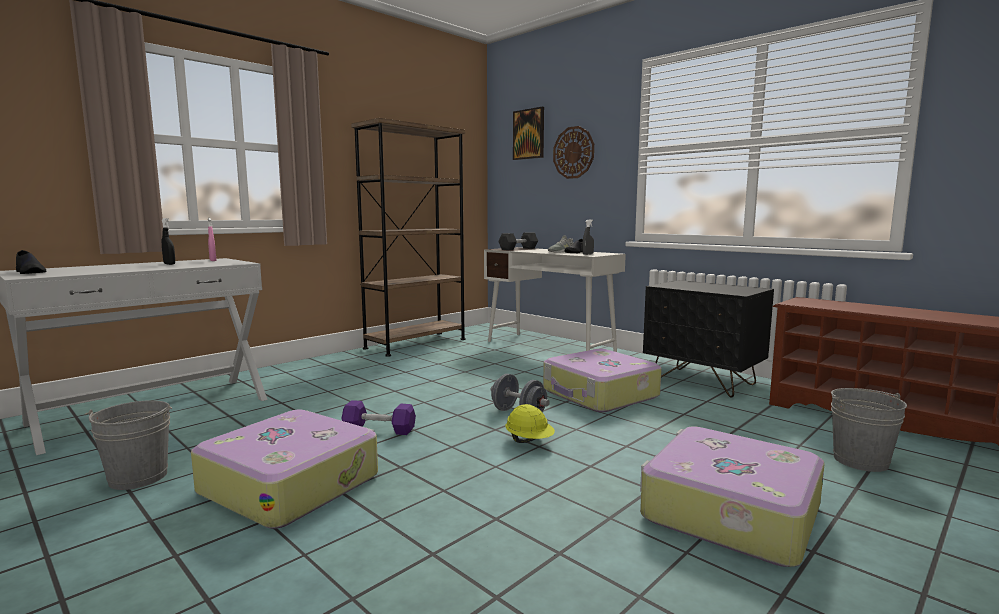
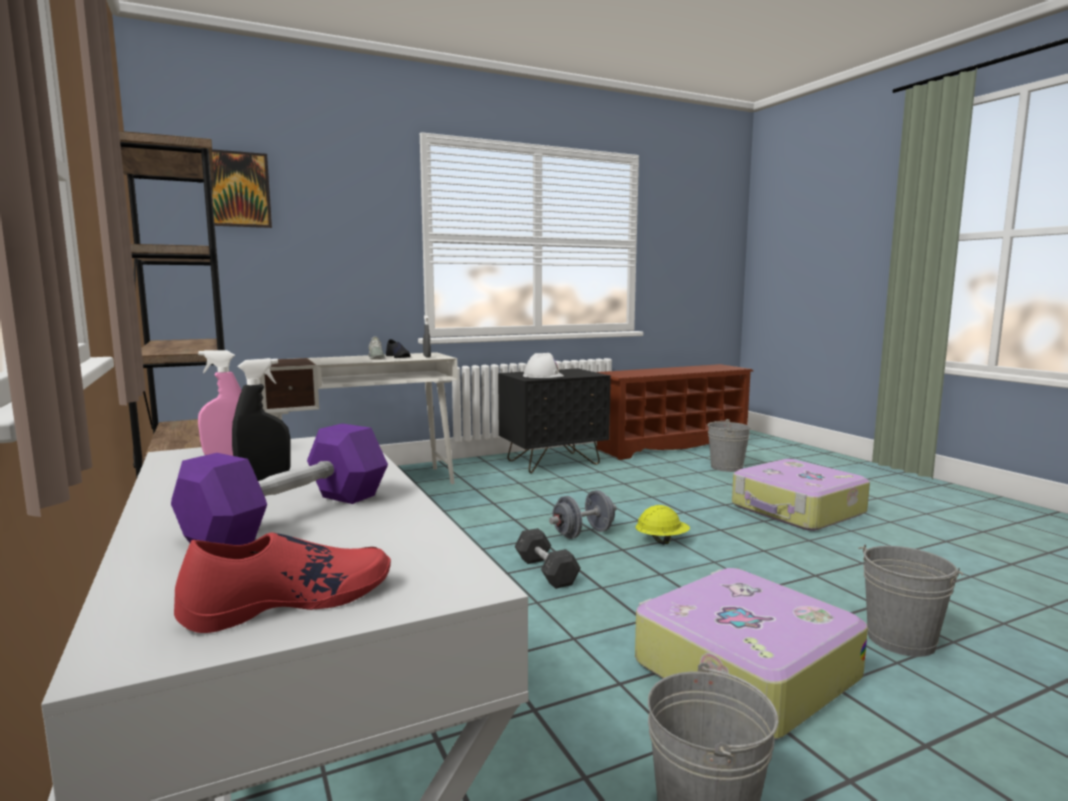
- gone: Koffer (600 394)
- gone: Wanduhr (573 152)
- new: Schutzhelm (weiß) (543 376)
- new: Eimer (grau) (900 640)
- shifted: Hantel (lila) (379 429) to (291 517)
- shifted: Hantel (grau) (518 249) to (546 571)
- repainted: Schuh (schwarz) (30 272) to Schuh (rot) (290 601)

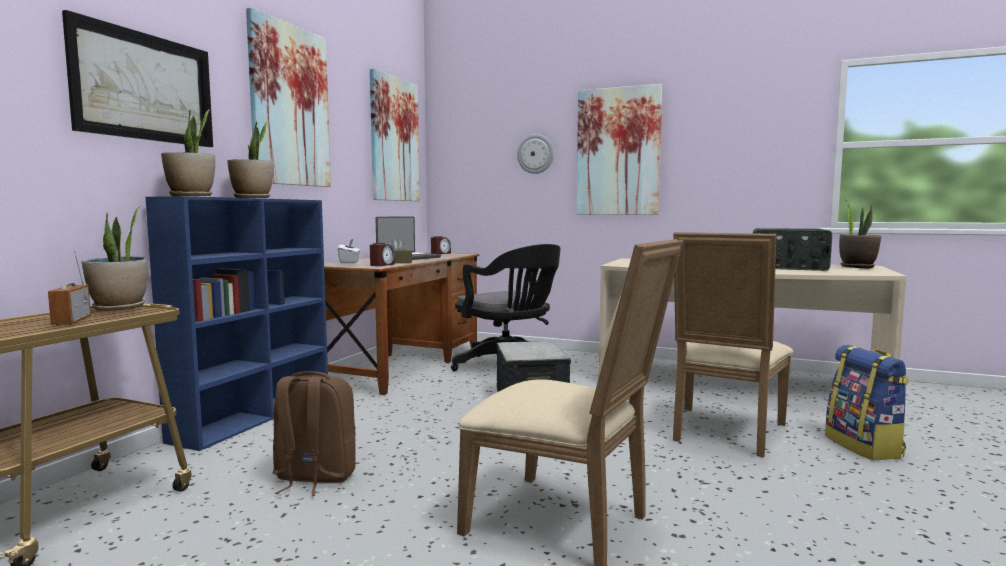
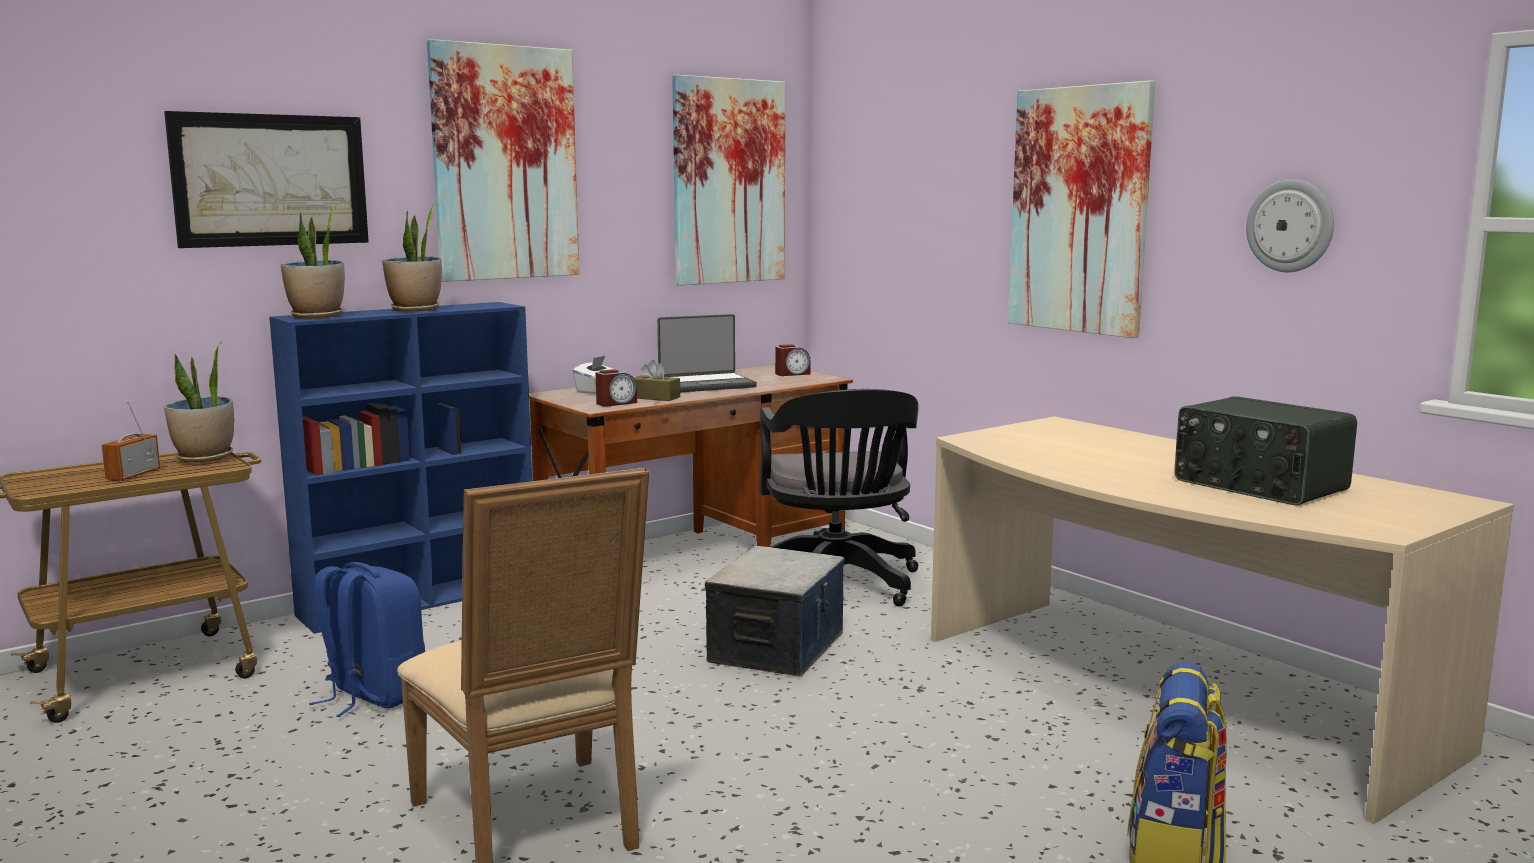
- gone: Stuhl (beige) (724 433)
- gone: Topfpflanze (857 267)
- shifted: Wanduhr (535 154) to (1290 226)
- repainted: Rucksack (braun) (314 478) to Rucksack (blau) (372 695)

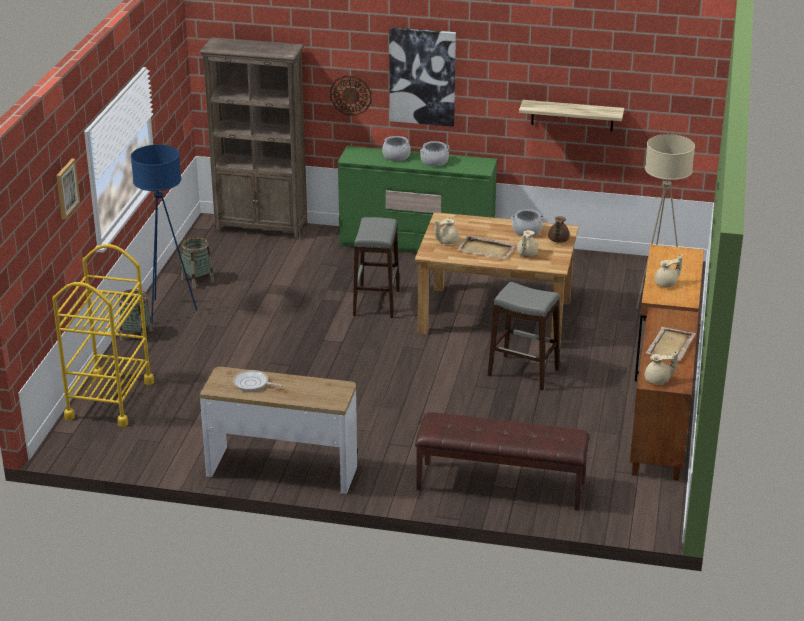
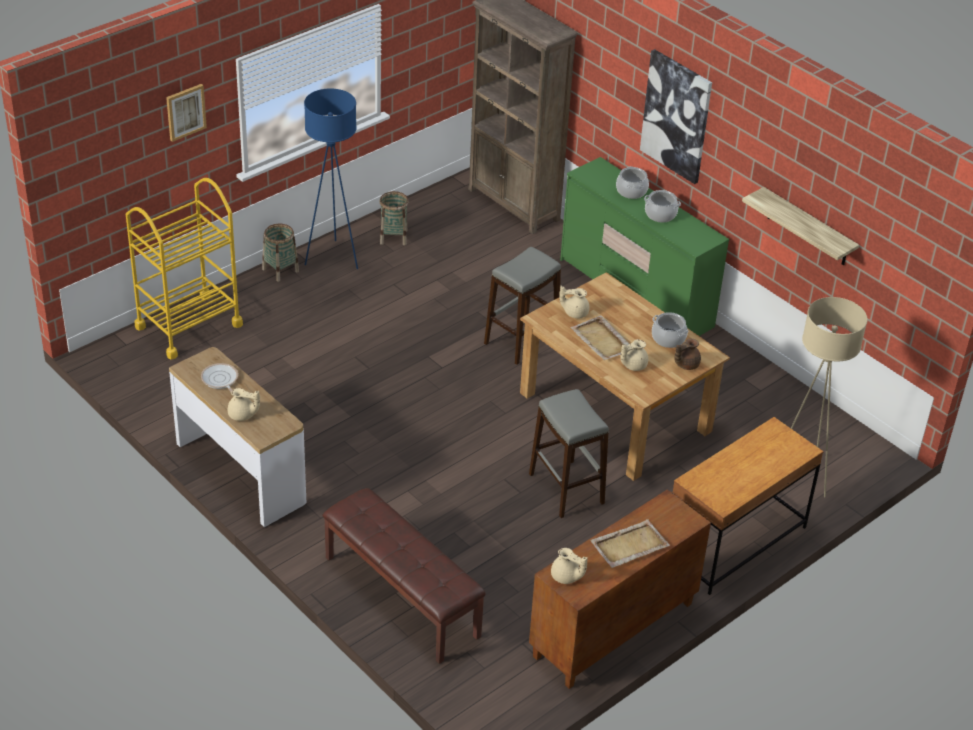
- gone: Wanduhr (351 95)
- shifted: Teekanne (beige) (666 284) to (242 415)

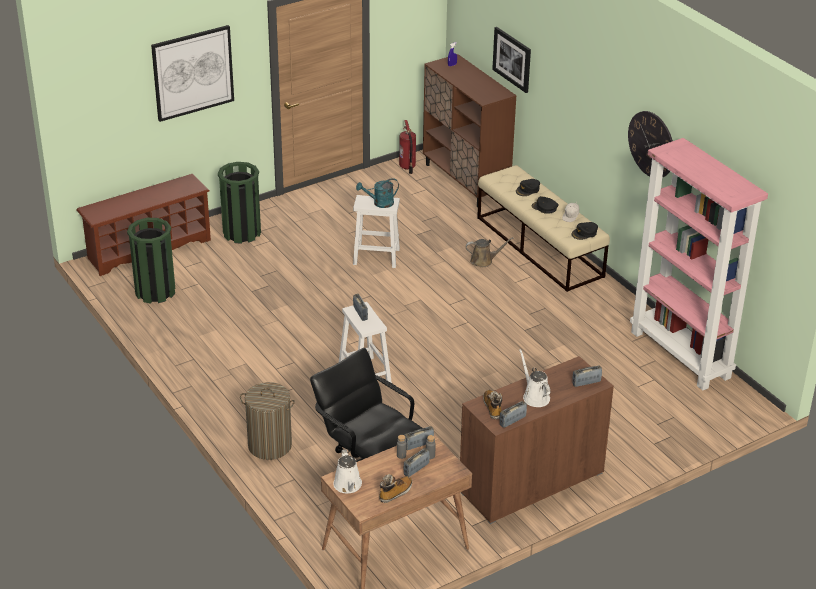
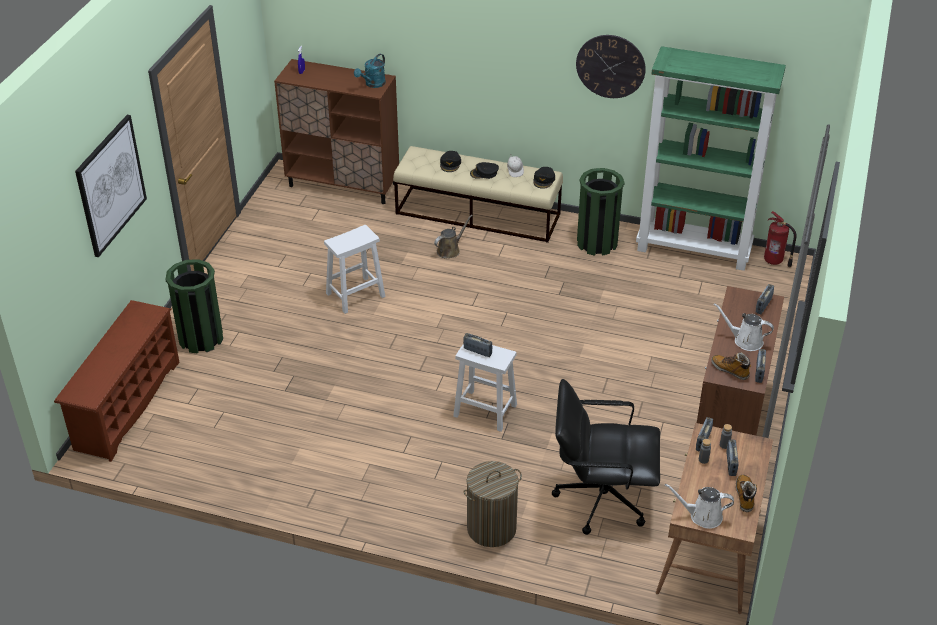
- gone: Bild (512 59)
- shifted: Mülleimer (grün) (155 291) to (597 243)
- shifted: Gießkanne (türkis) (379 203) to (373 84)
- shifted: Feuerlöscher (407 167) to (774 261)
- repainted: Bücherregal (rosa) (681 355) to Bücherregal (grün) (694 249)
- rotated: Gießkanne (weiß) (348 486) = (702 516) 150 degrees clockwise

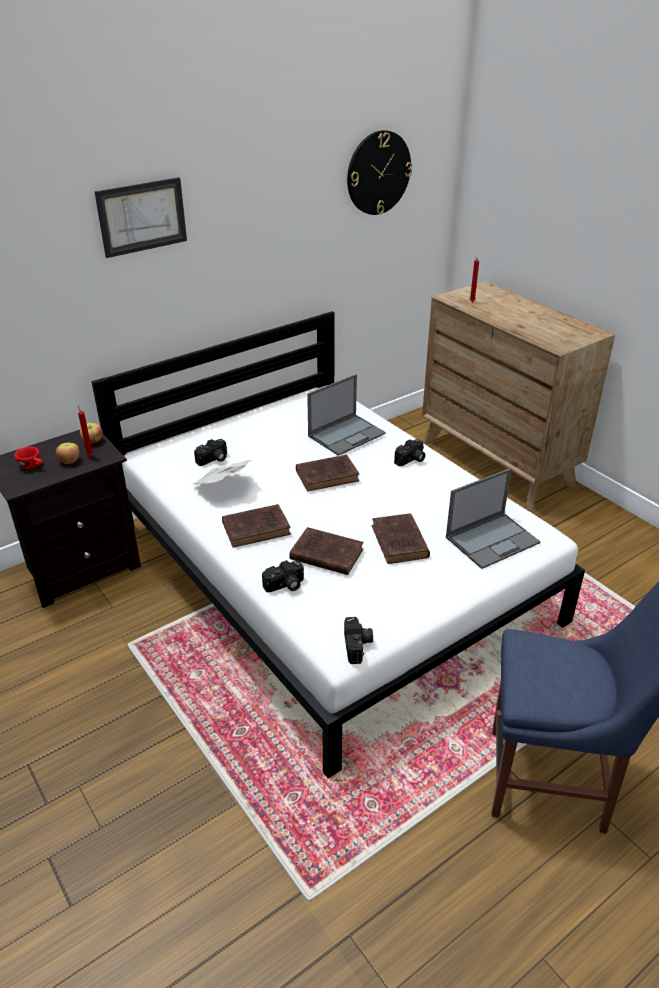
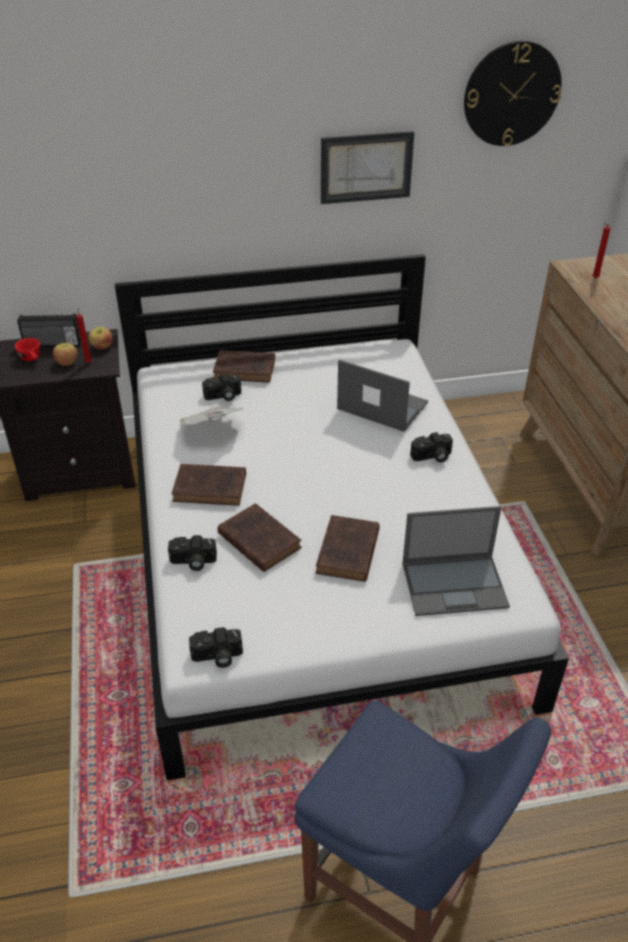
- new: Radio (52 344)
- shifted: Bild (142 217) to (366 167)
- shifted: Buch (braun) (328 476) to (246 370)
- rotated: Laptop (347 434) = (381 405) 135 degrees counterclockwise
- rotated: Kamera (358 646) = (217 657) 60 degrees clockwise

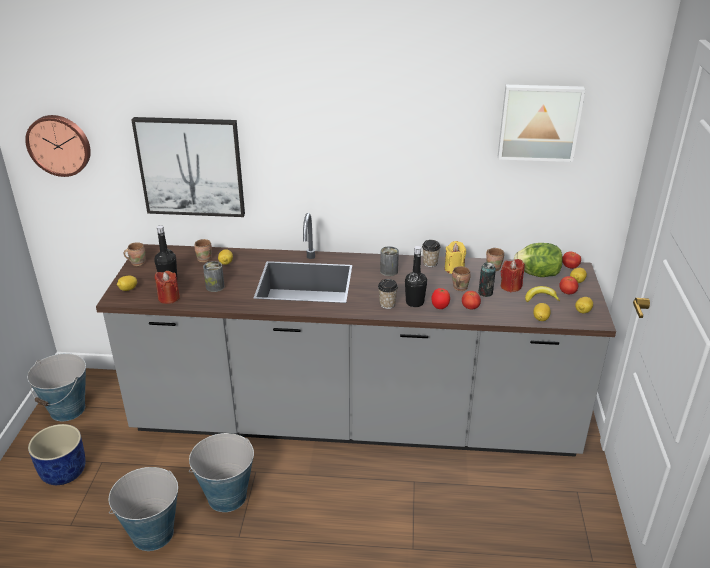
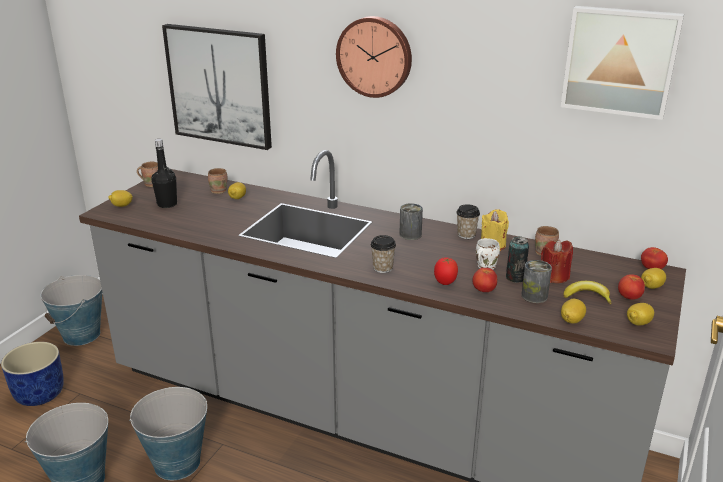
- gone: Kerze (rot) (169 298)
- gone: Flasche (schwarz) (414 302)
- gone: Salatkopf (537 274)
- shifted: Wanduhr (59 145) to (375 56)
- shifted: Dose (215 287) to (534 296)
- repainted: Henkelbecher (braun) (459 288) to Henkelbecher (weiß) (484 266)

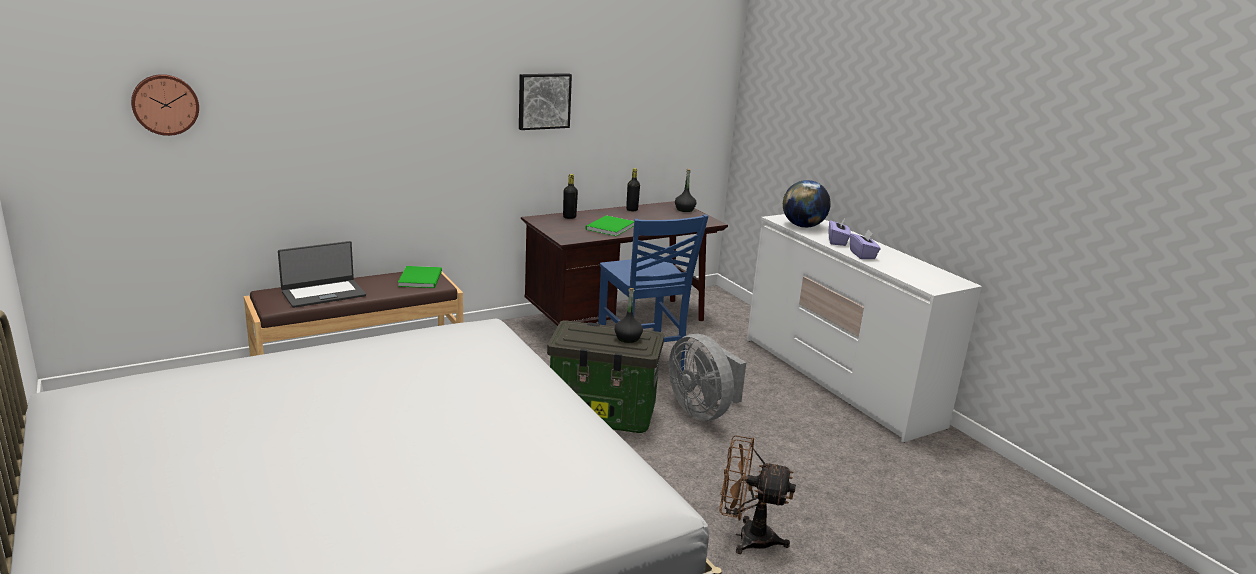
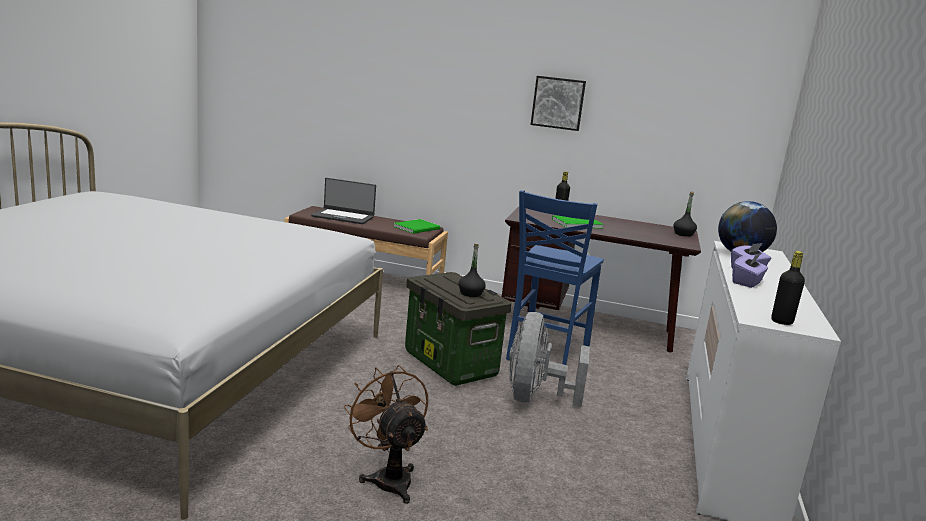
- gone: Wanduhr (165 104)
- shifted: Flasche (schwarz) (632 210) to (782 321)

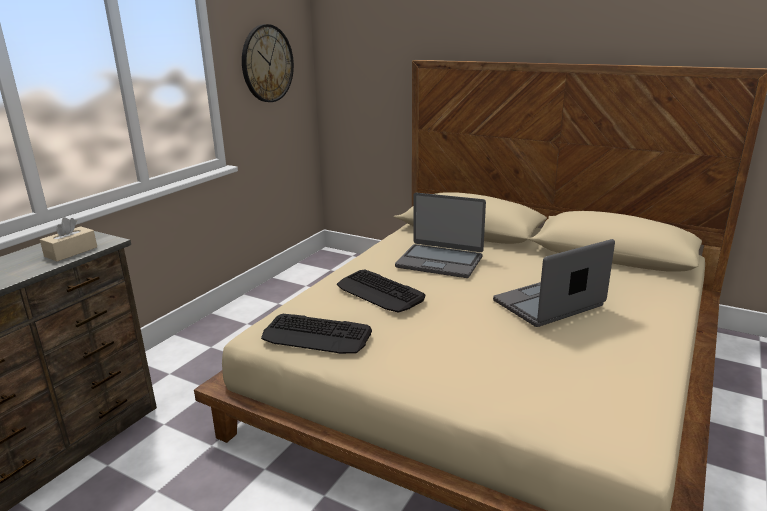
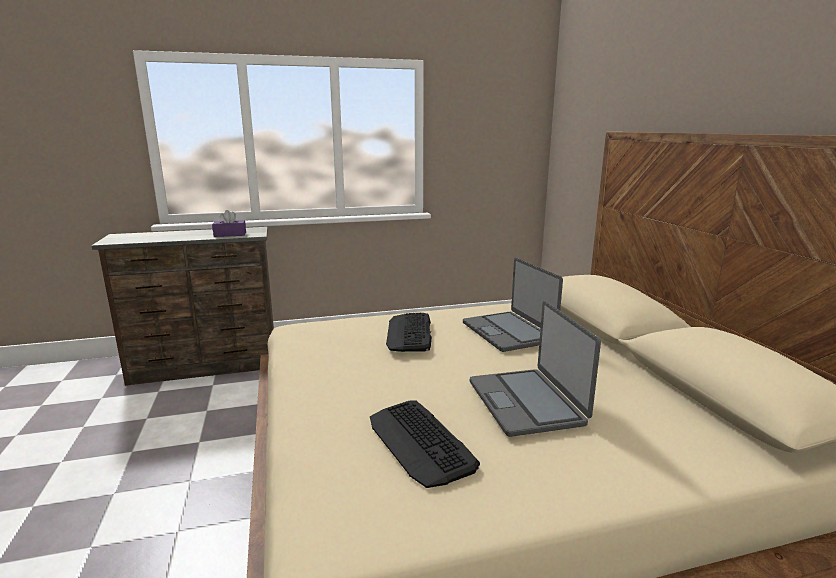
- gone: Wanduhr (267 63)
- shifted: Tastatur (317 335) to (420 442)
- repainted: Taschentuchbox (beige) (71 252) to Taschentuchbox (lila) (230 234)
- rotated: Laptop (549 304) = (526 402) 120 degrees counterclockwise

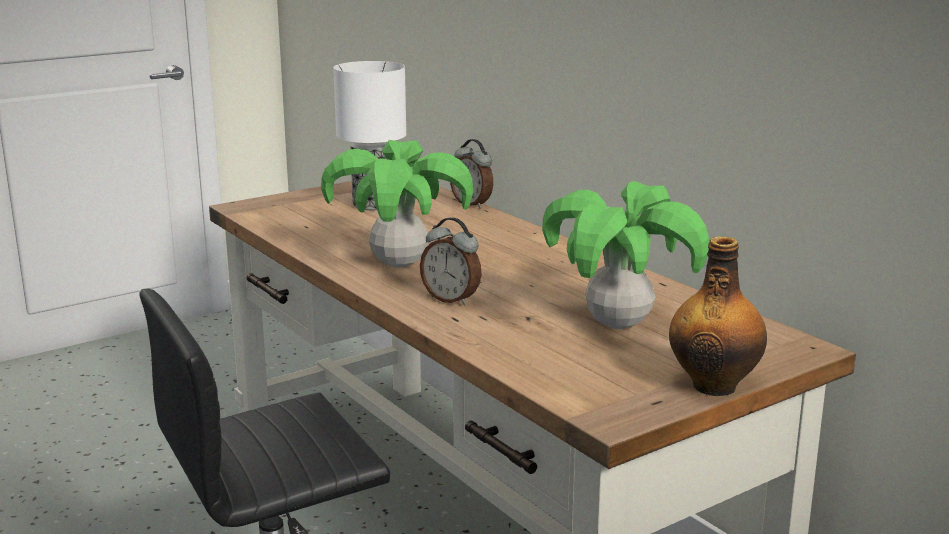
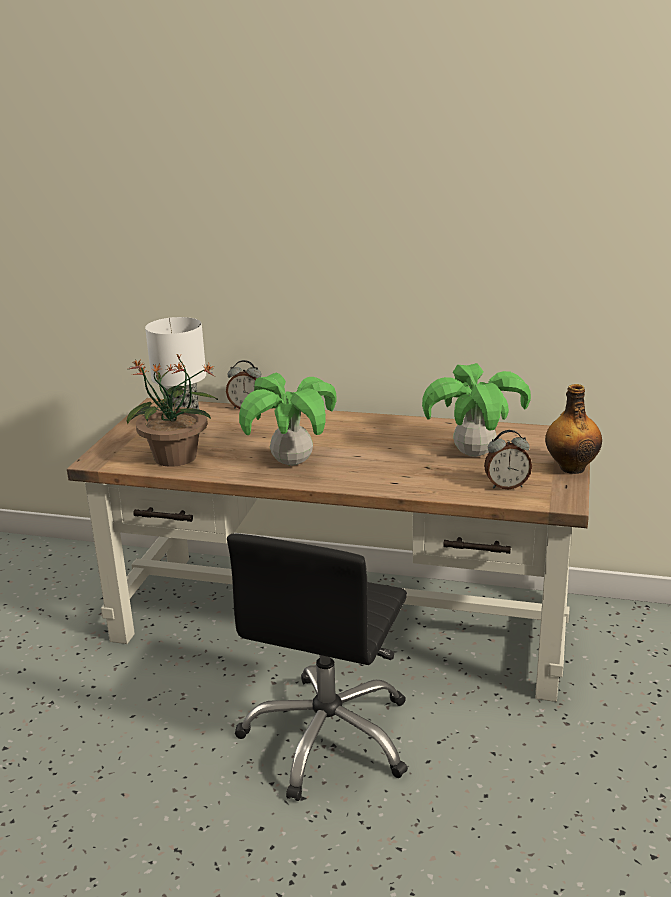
- new: Topfpflanze (176 458)
- shifted: Wecker (451 299) to (506 486)

